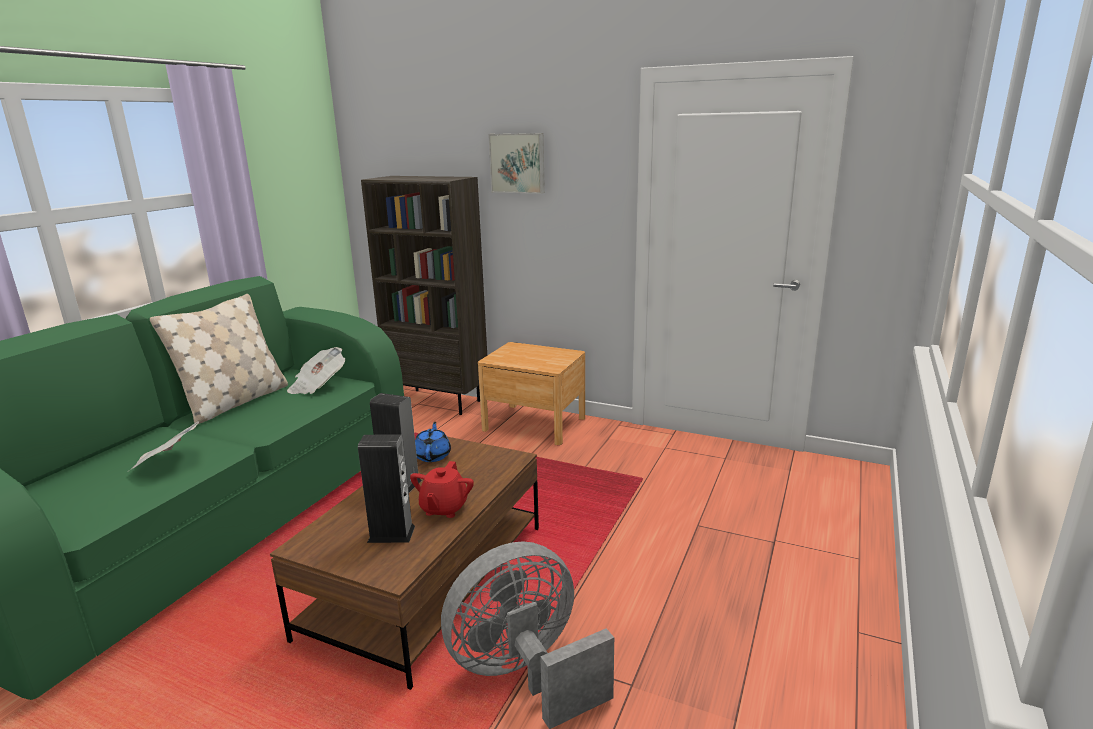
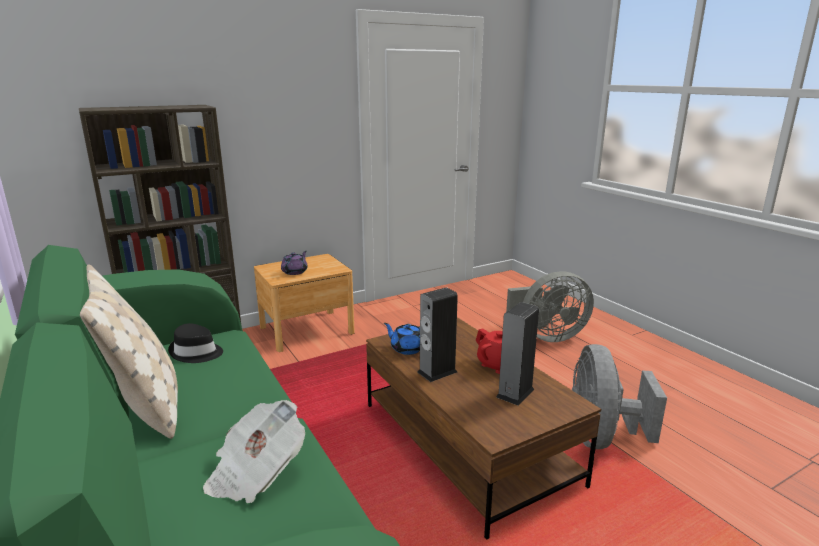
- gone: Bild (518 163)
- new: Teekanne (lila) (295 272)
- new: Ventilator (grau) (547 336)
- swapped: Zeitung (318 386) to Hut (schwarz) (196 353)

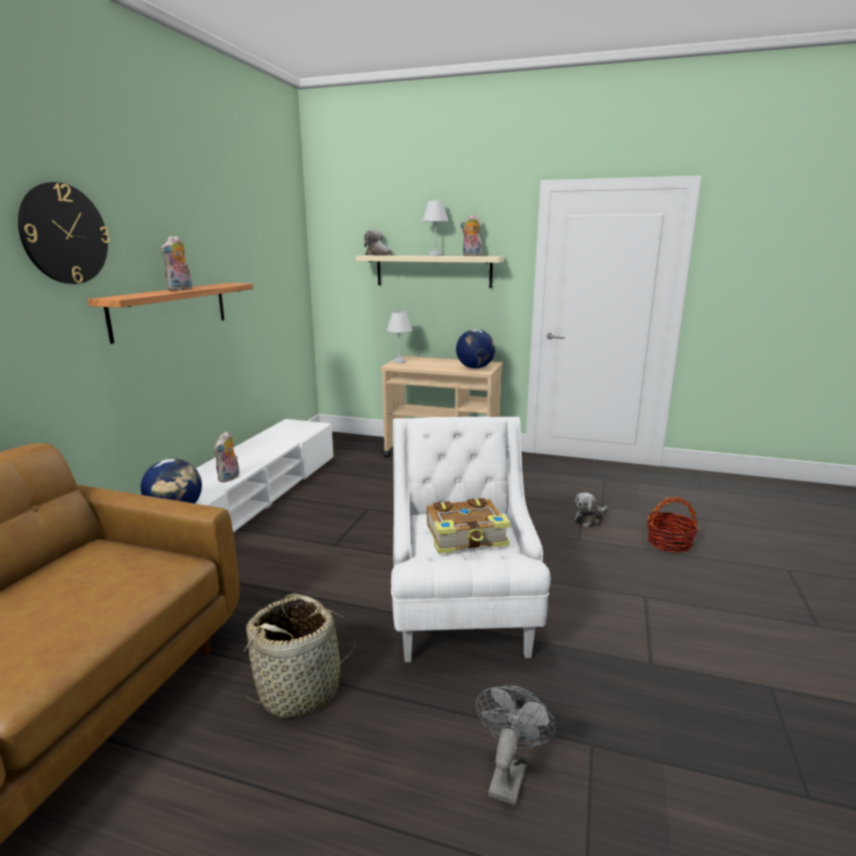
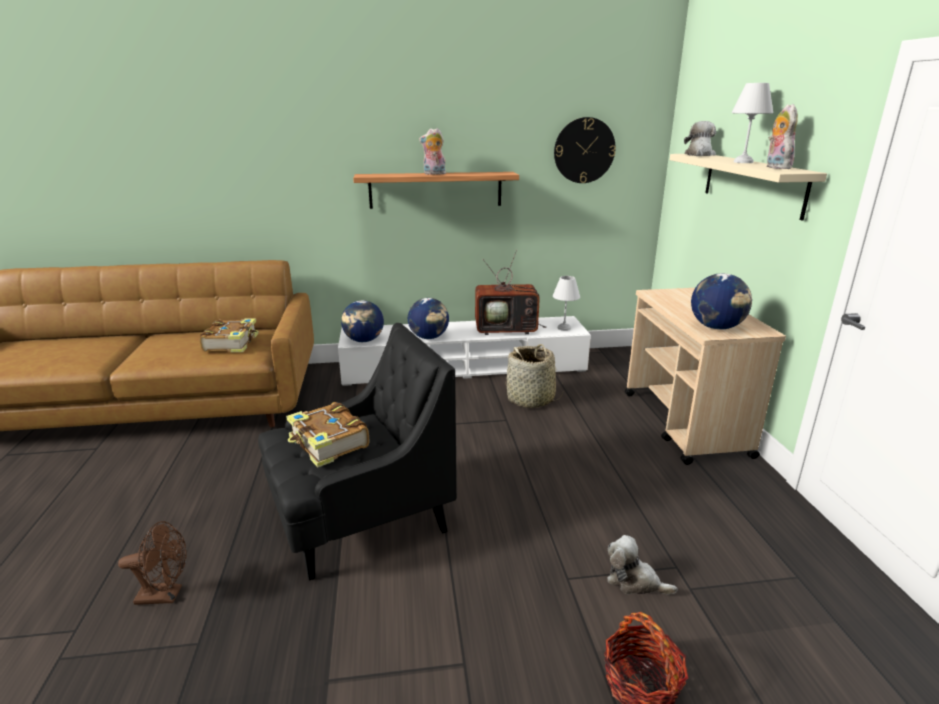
- new: Buch (232 343)
- new: Fernseher (507 329)
- shifted: Wanduhr (64 234) to (584 150)
- shifted: Korb (300 689) to (531 399)
- shifted: Tischlampe (weiß) (400 361) to (564 328)
- swapped: Plüschtier (229 478) to Globus (429 337)
- repainted: Sessel (weiß) (461 613) to Sessel (schwarz) (361 521)
- repainted: Ventilator (grau) (508 773) to Ventilator (braun) (166 595)

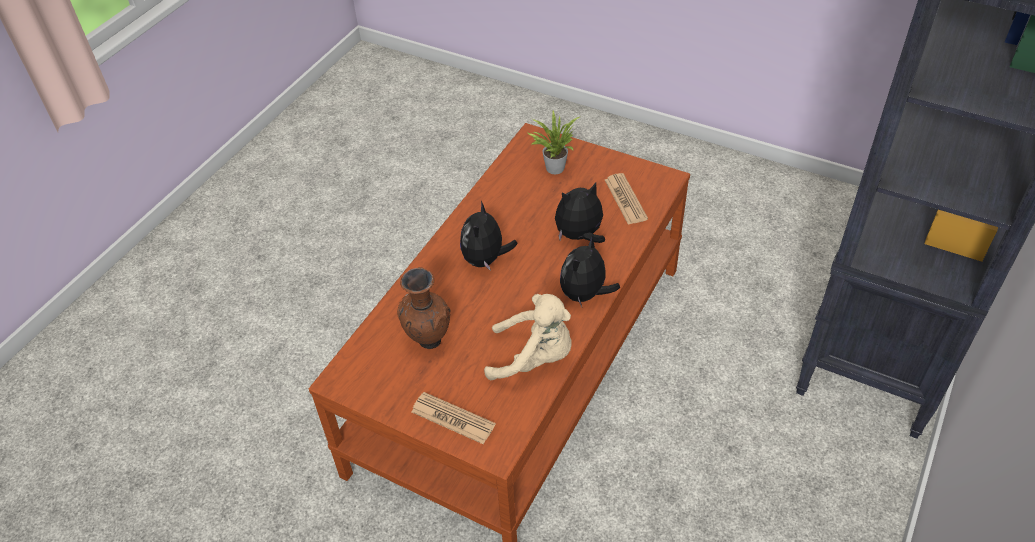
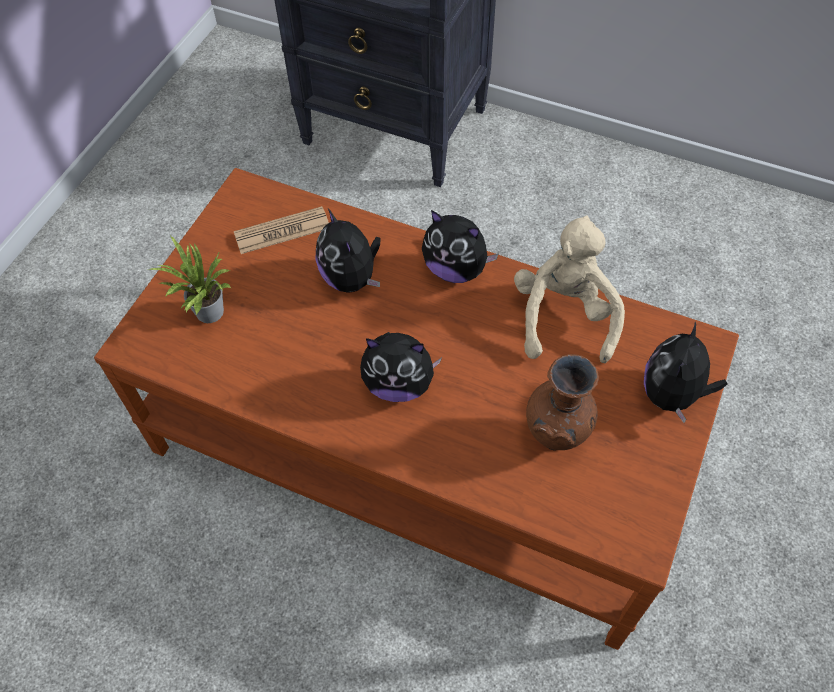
- swapped: Zeitung (453 418) to Plüschtier (672 395)

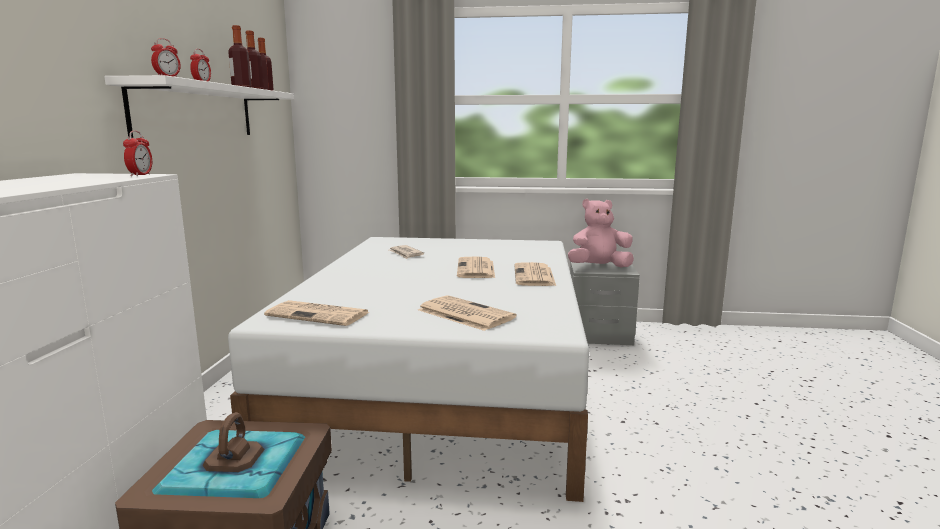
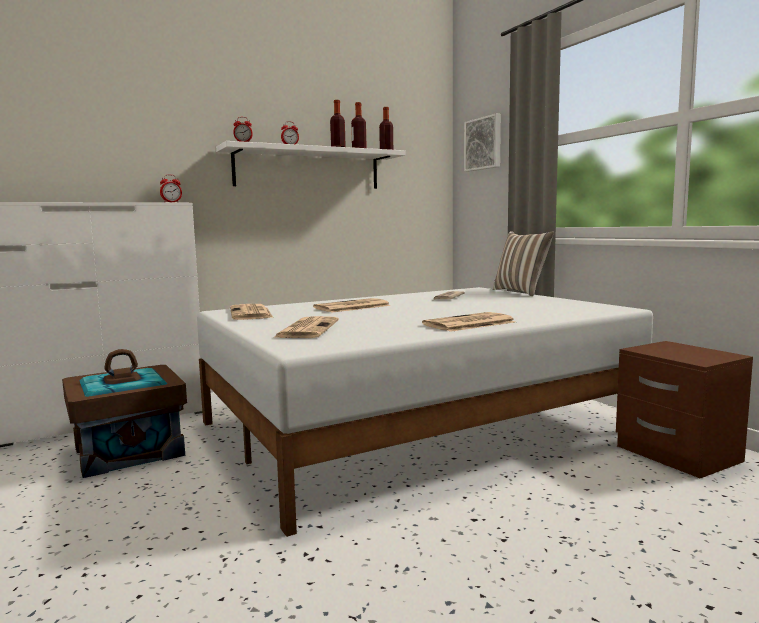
- gone: Plüschtier (rosa) (599 267)
- new: Bild (484 144)
- new: Kissen (521 292)
- shifted: Zeitung (476 269) to (351 307)
- repainted: Nachttisch (grau) (599 336) to Nachttisch (braun) (676 454)

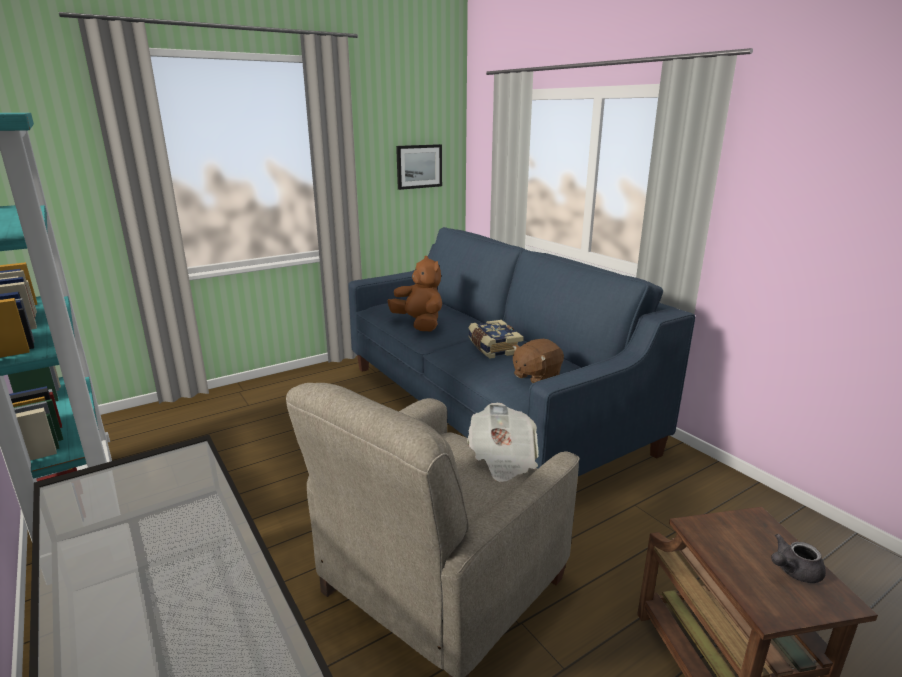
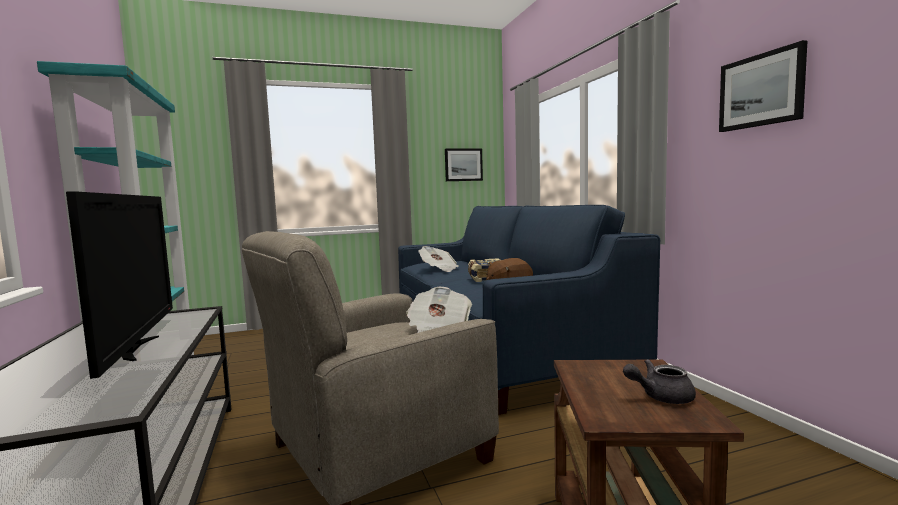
- new: Fernseher (137 348)
- new: Bild (761 90)
- swapped: Plüschtier (braun) (419 324) to Zeitung (439 269)

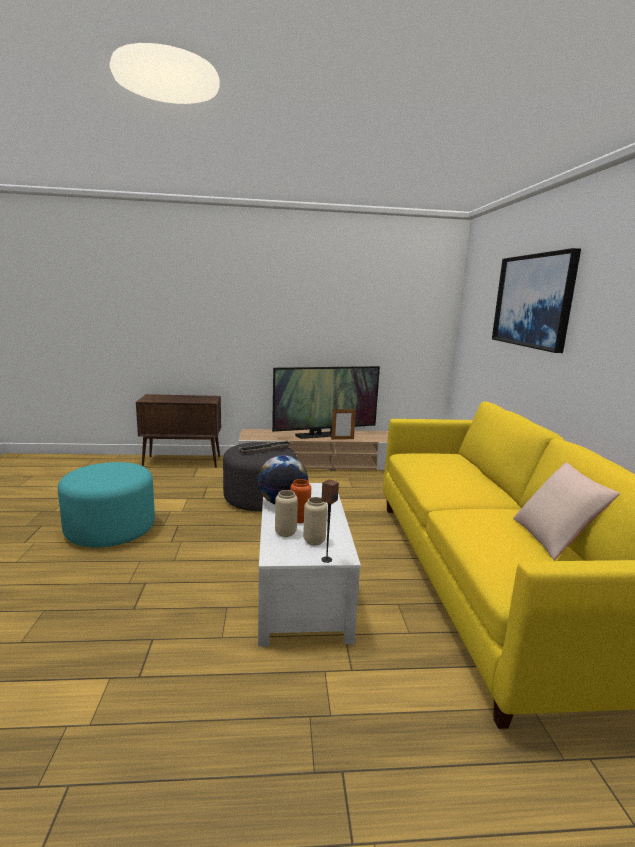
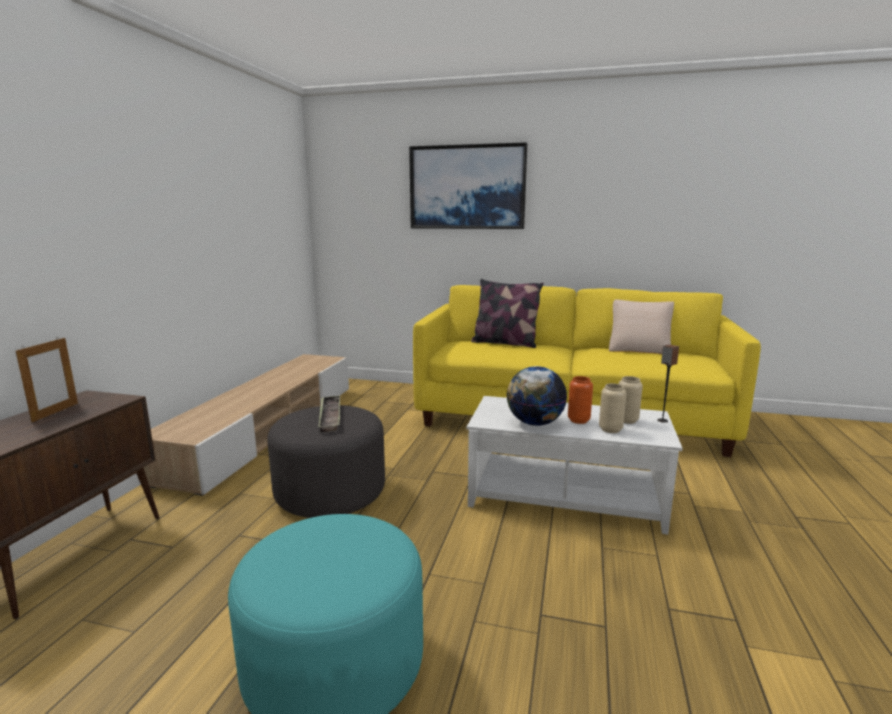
- gone: Fernseher (324 435)
- new: Kissen (505 343)
- shifted: Bilderrahmen (342 439) to (55 412)

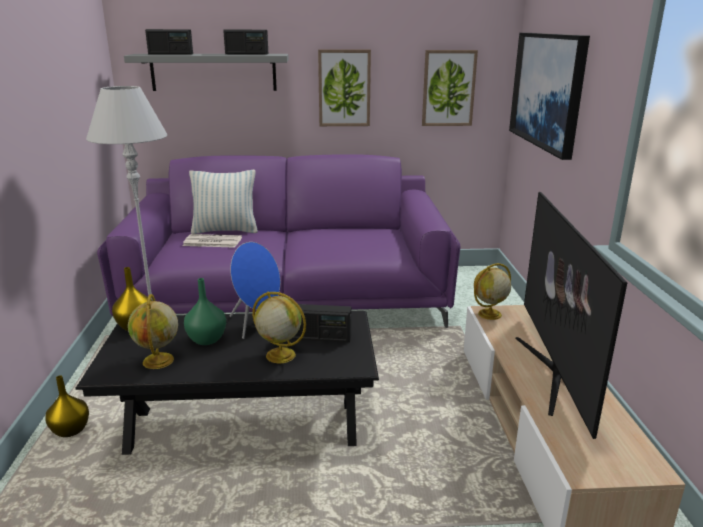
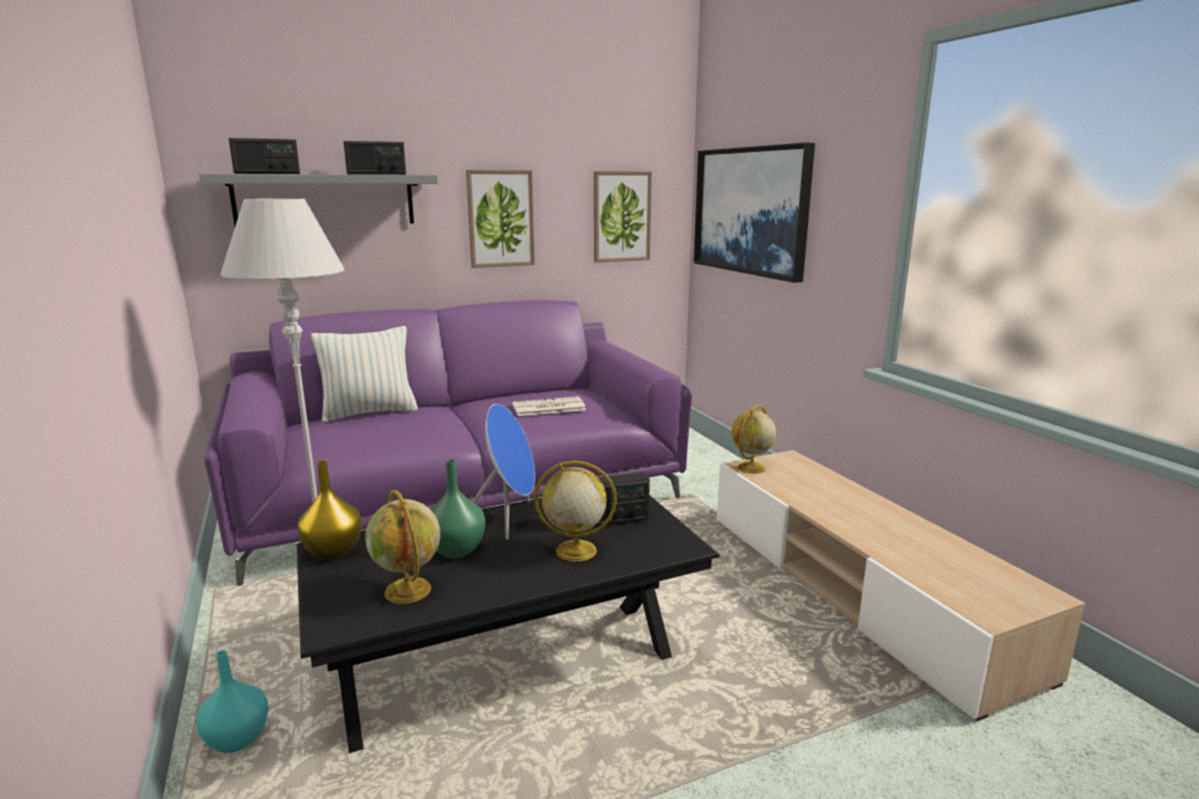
- gone: Fernseher (553 373)
- shifted: Zeitung (211 242) to (548 408)
- repainted: Vase (gelb) (70 431) to Vase (türkis) (237 740)

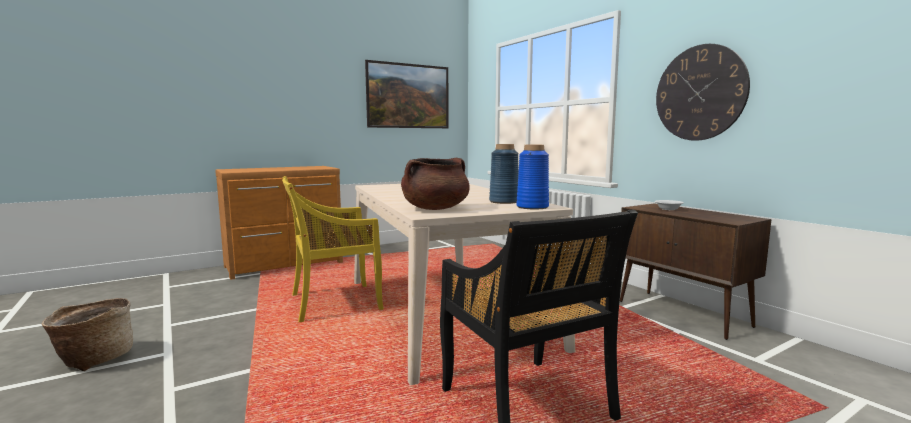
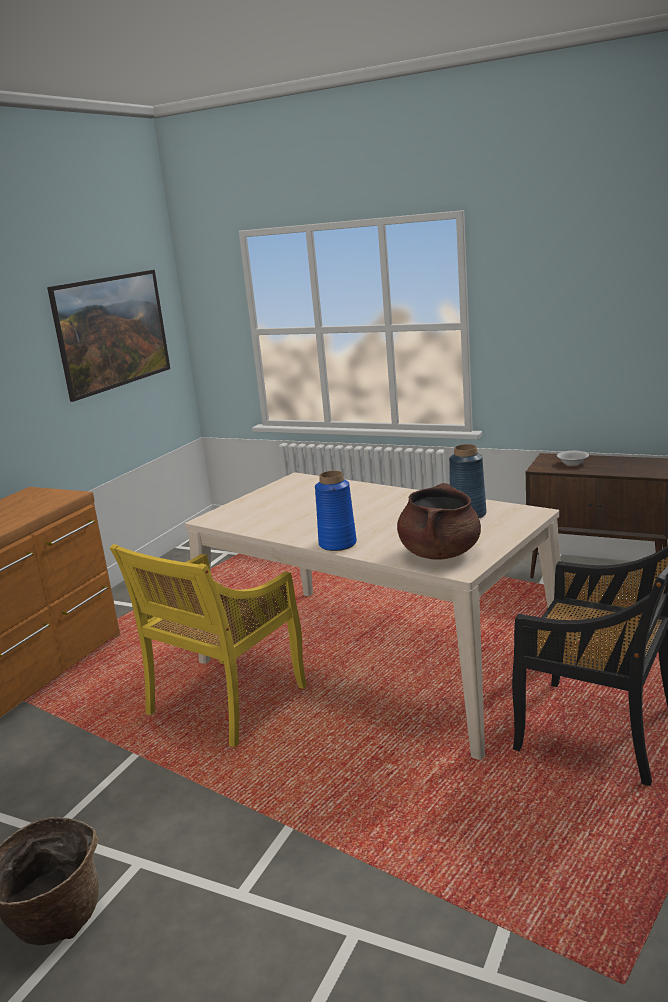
- gone: Wanduhr (700 93)
- shifted: Vase (blau) (532 207) to (338 544)

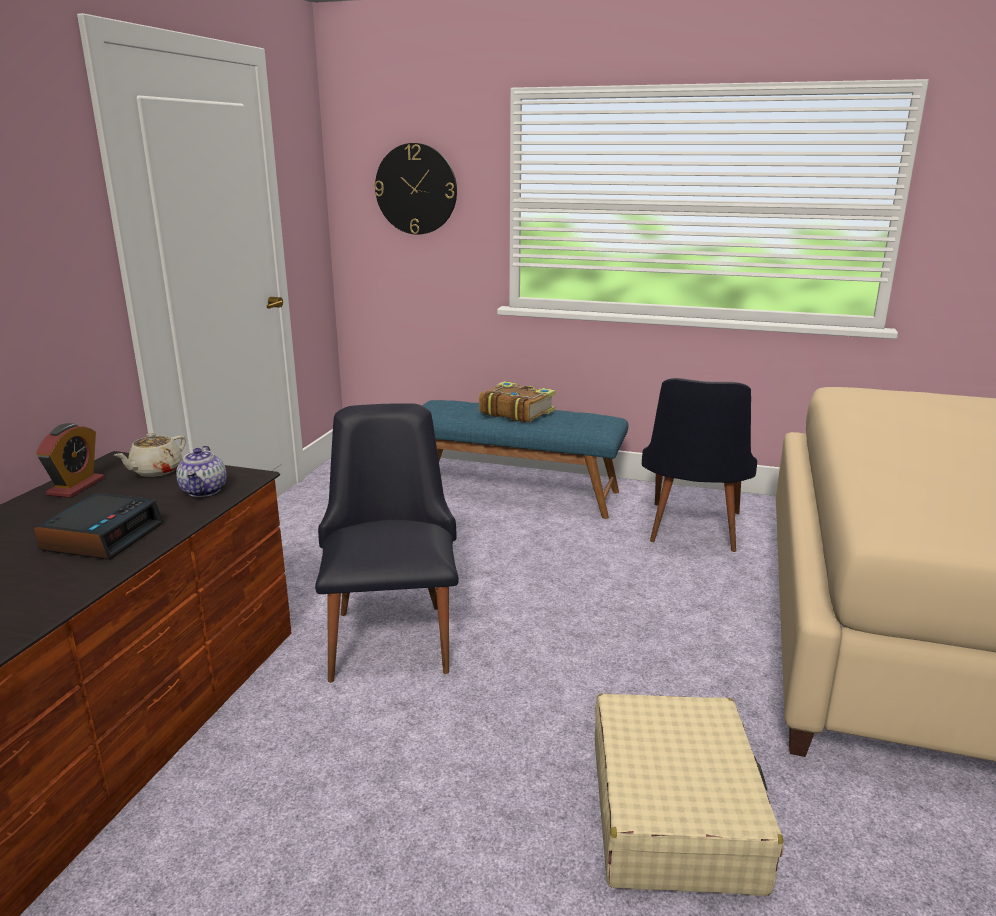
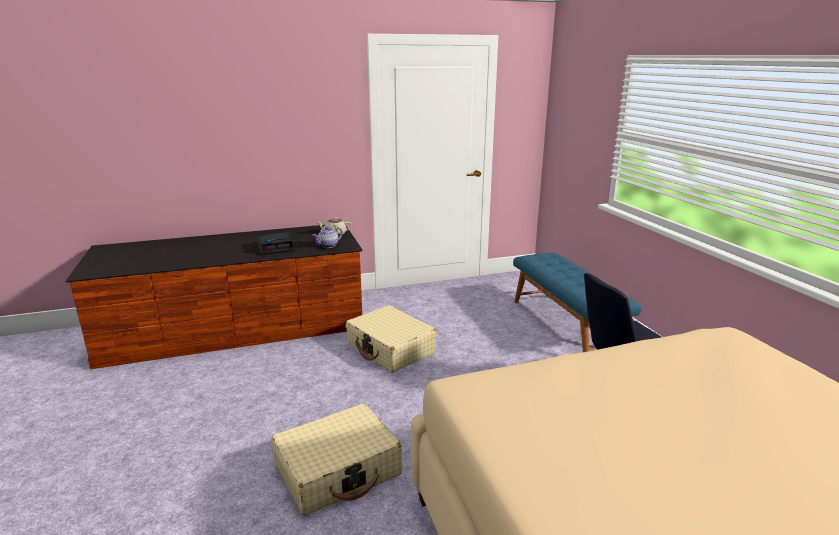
- gone: Wecker (76 487)
- gone: Wanduhr (416 189)
- gone: Buch (516 412)
- swapped: Stuhl (schwarz) (392 632) to Koffer (beige) (391 349)

